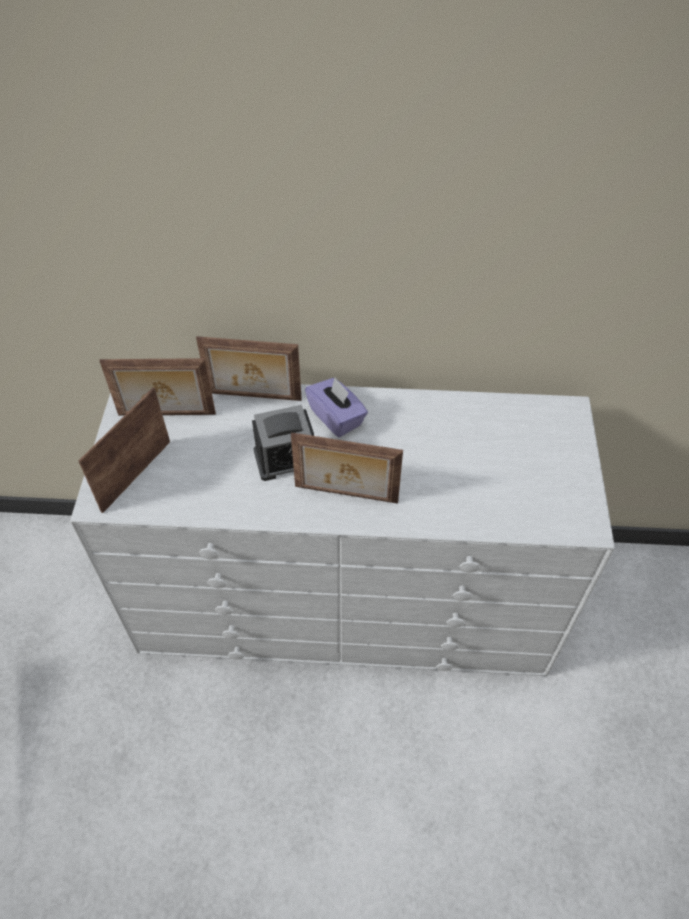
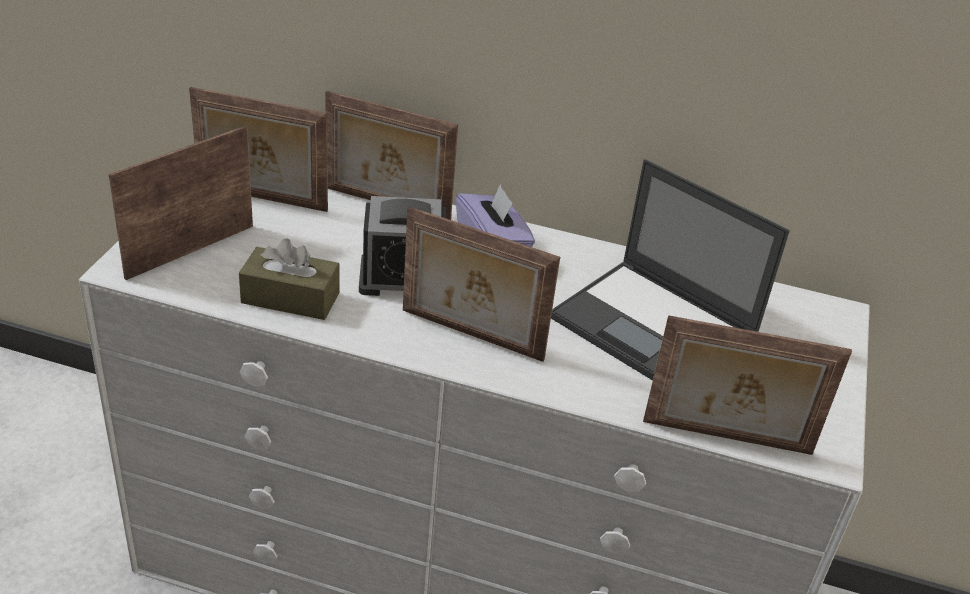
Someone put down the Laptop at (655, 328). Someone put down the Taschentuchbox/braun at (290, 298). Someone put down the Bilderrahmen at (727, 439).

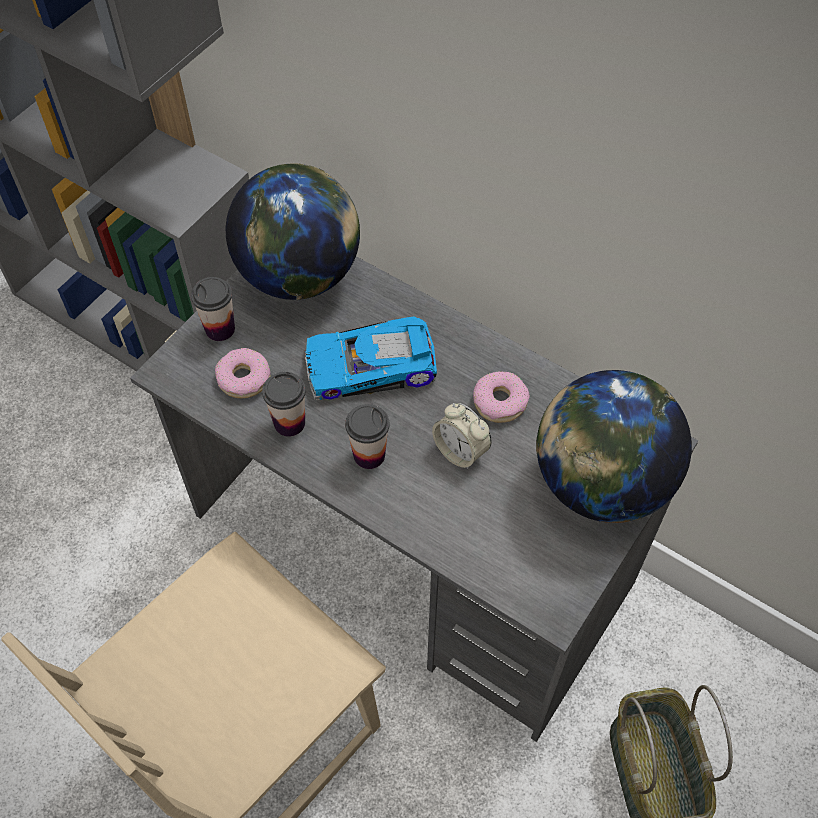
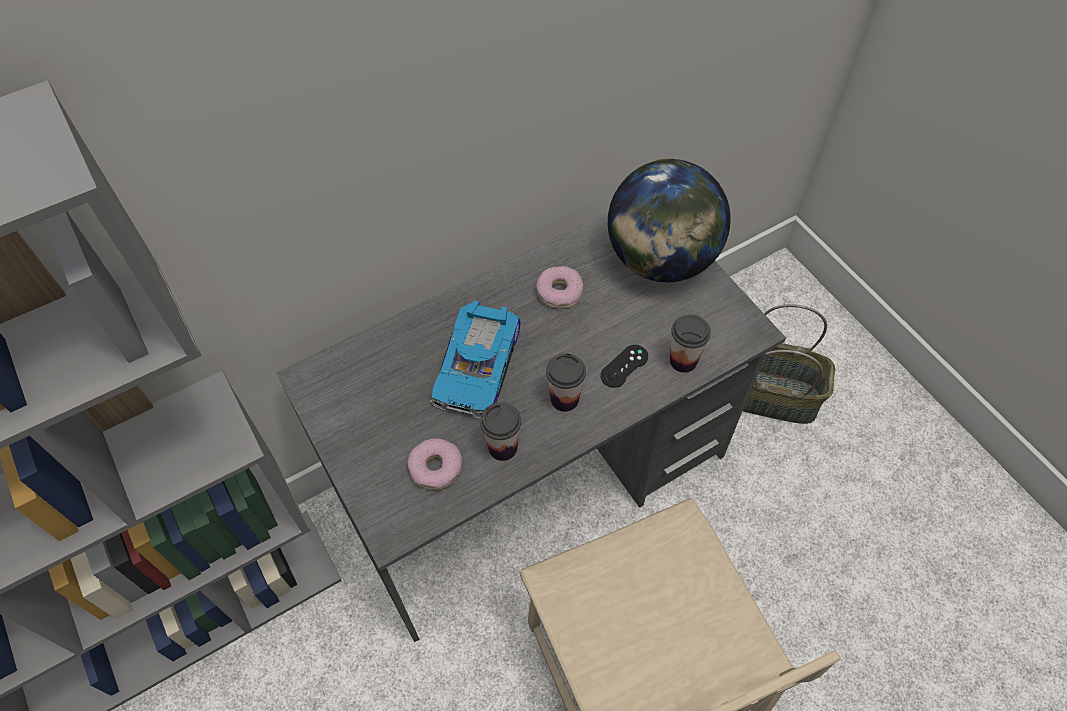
Someone took away the Globus at (299, 276). Someone carried the Tasse from (220, 329) to (683, 360). Someone took away the Wecker at (460, 451). Someone put down the Gamepad/schwarz at (624, 366).

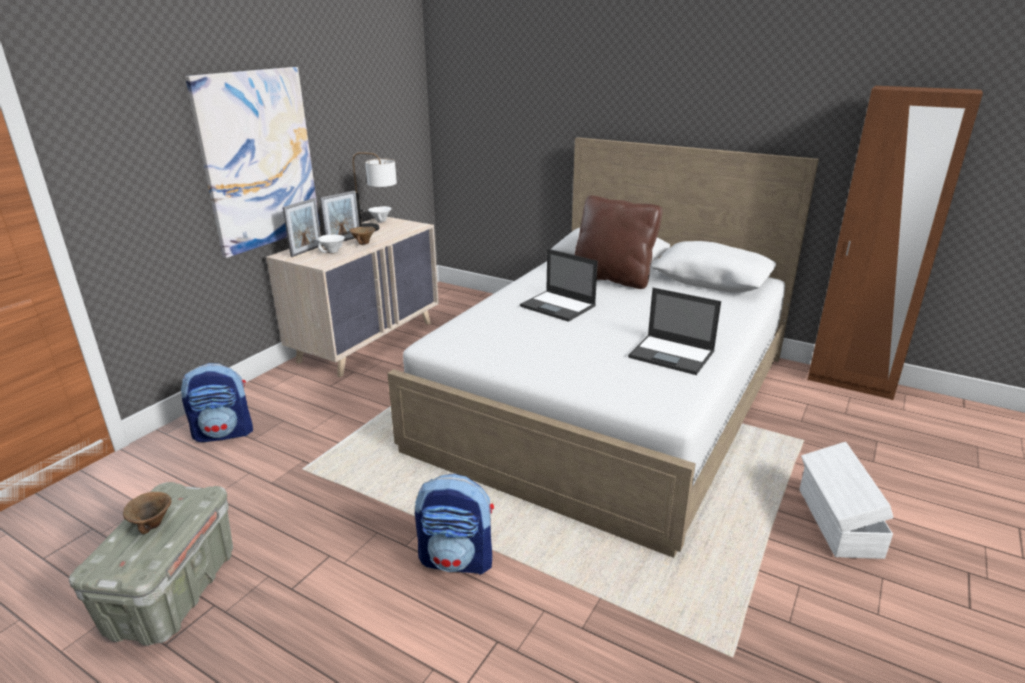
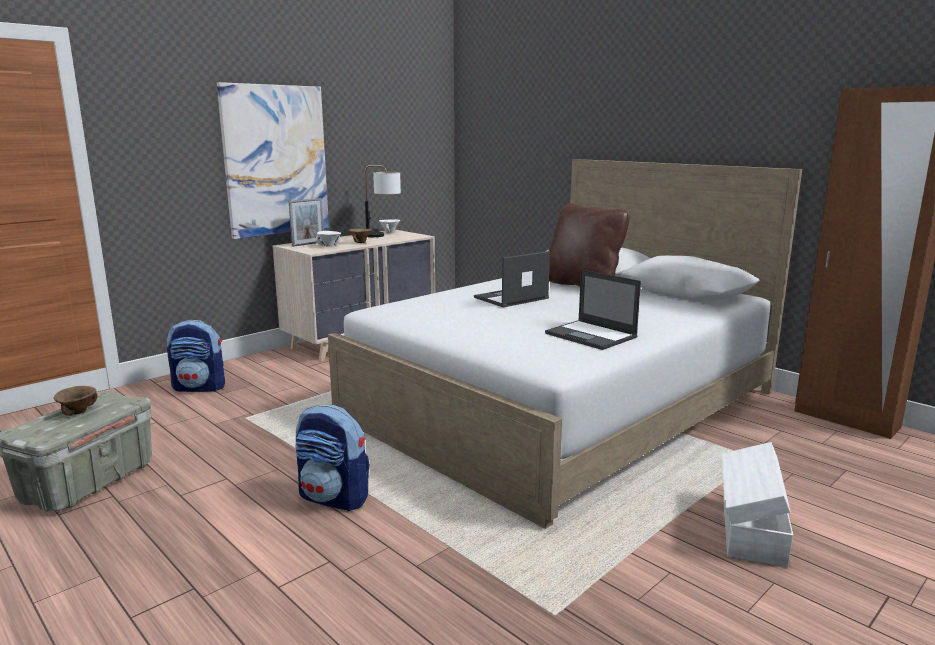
Someone took away the Bilderrahmen at (343, 240). Someone rotated the Laptop at (558, 306) by 90 degrees clockwise.

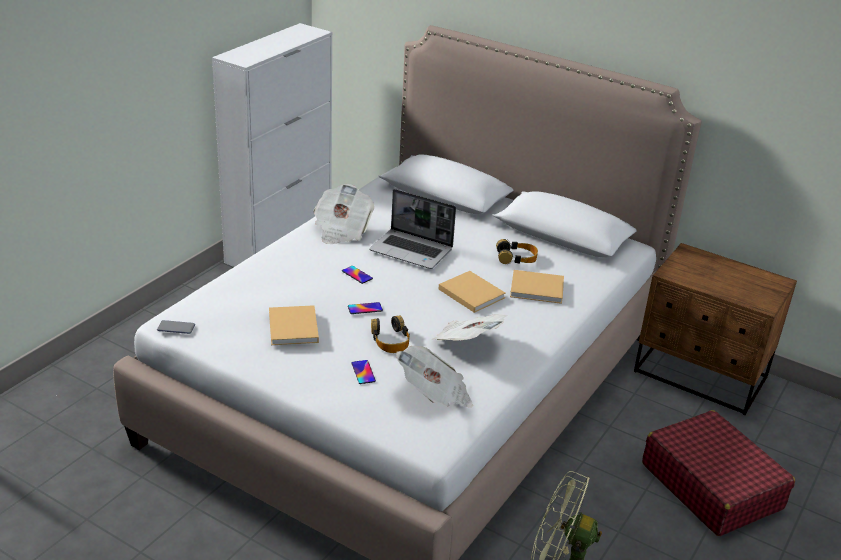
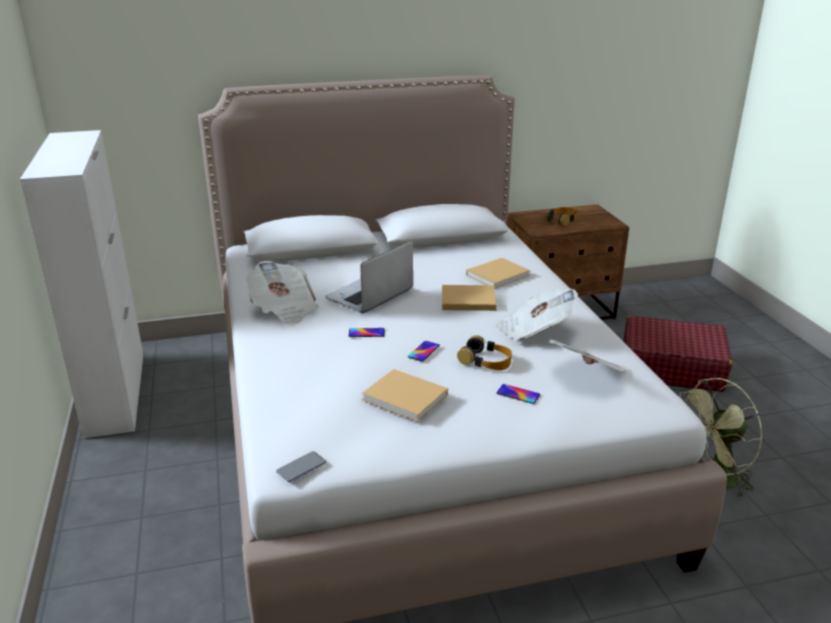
Someone rotated the Laptop at (412, 250) by 150 degrees clockwise. Someone carried the Kopfhörer from (516, 258) to (561, 220).

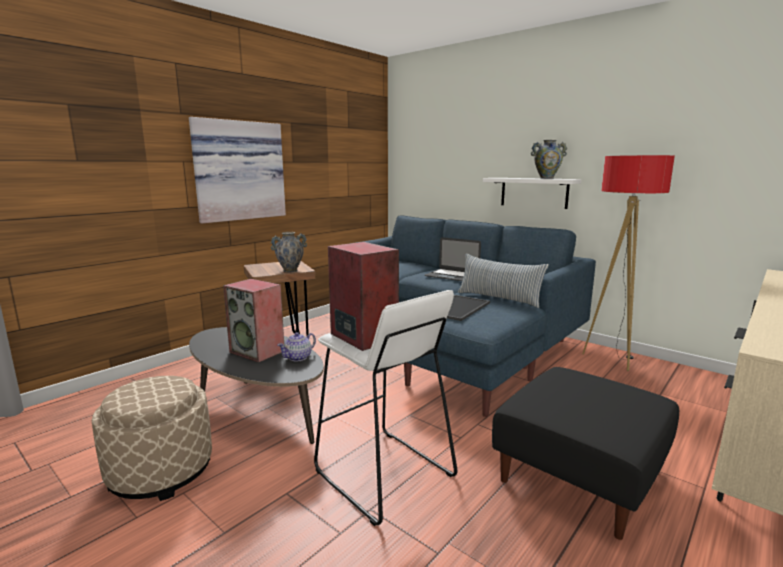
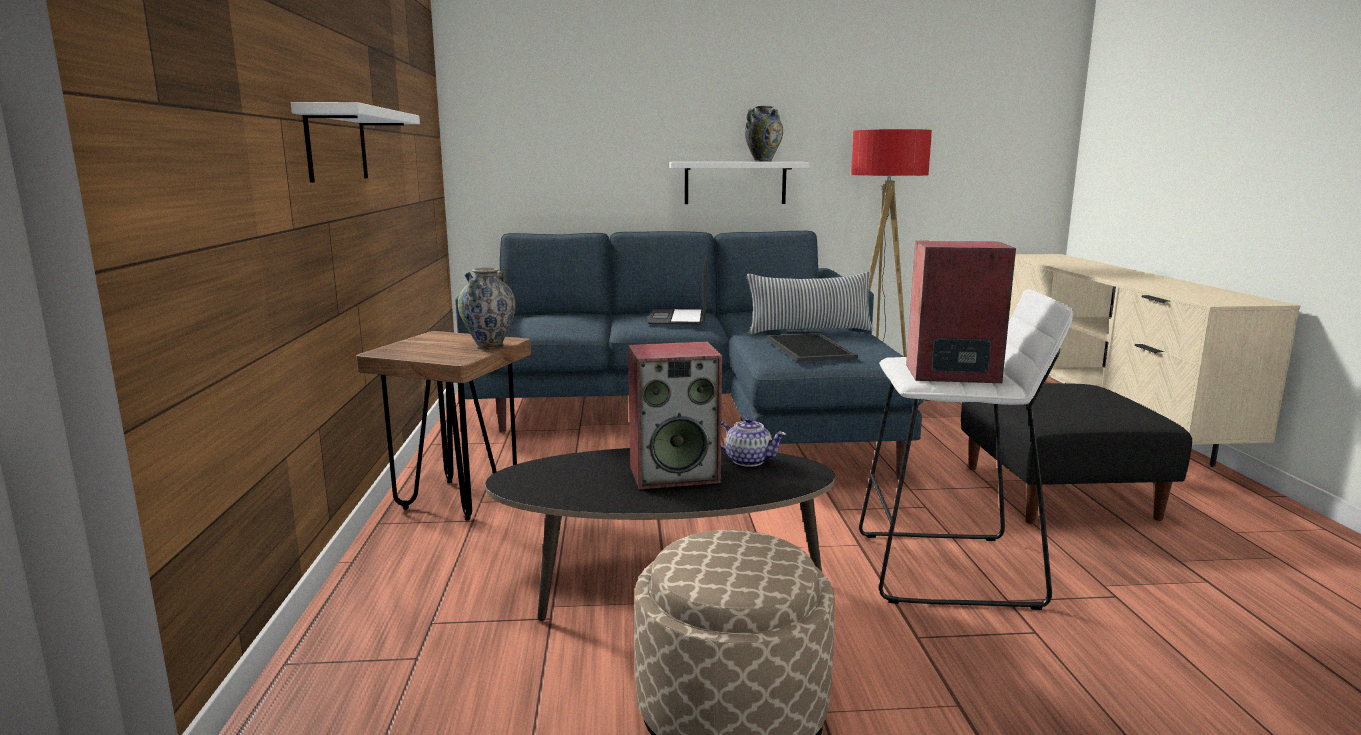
Someone swapped the Bild at (238, 171) for the Wandregal/weiß at (337, 145). Someone rotated the Laptop at (452, 275) by 105 degrees clockwise. Someone rotated the Teekanne at (298, 357) by 60 degrees counterclockwise.

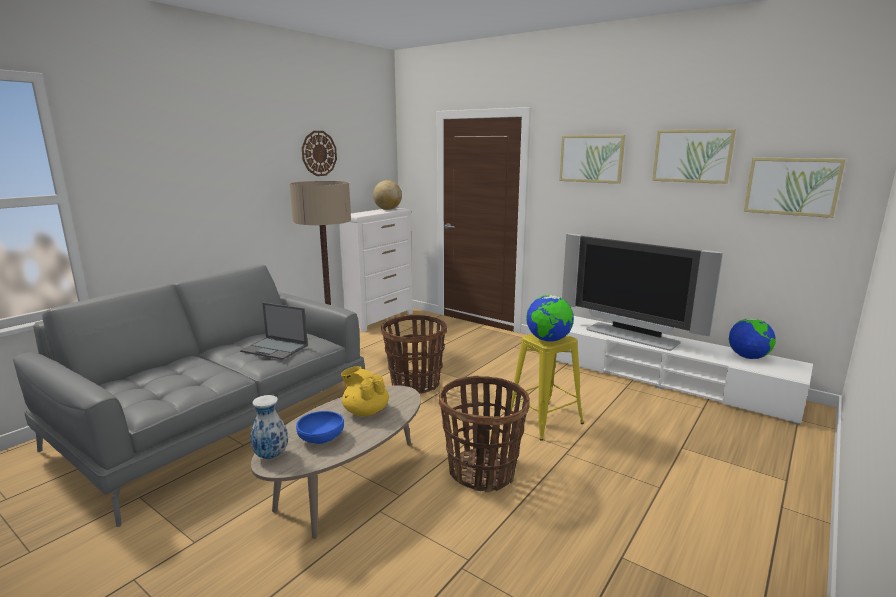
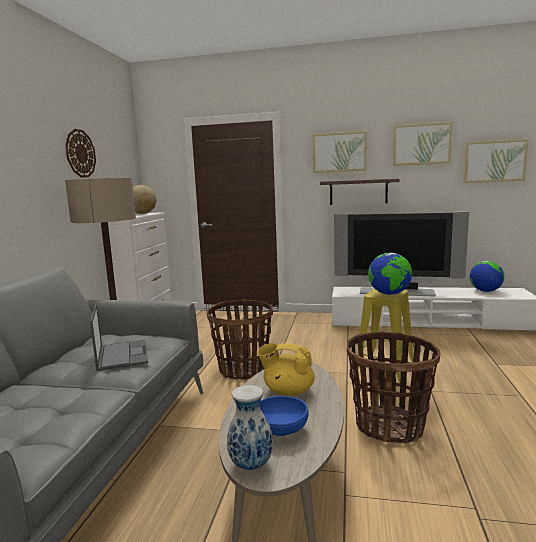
Someone rotated the Laptop at (275, 348) by 105 degrees counterclockwise. Someone put up the Wandregal at (358, 192).

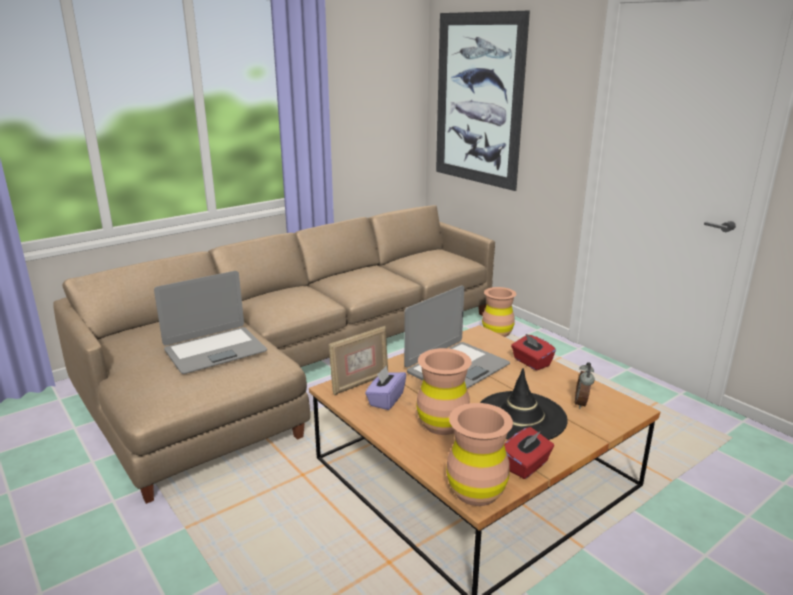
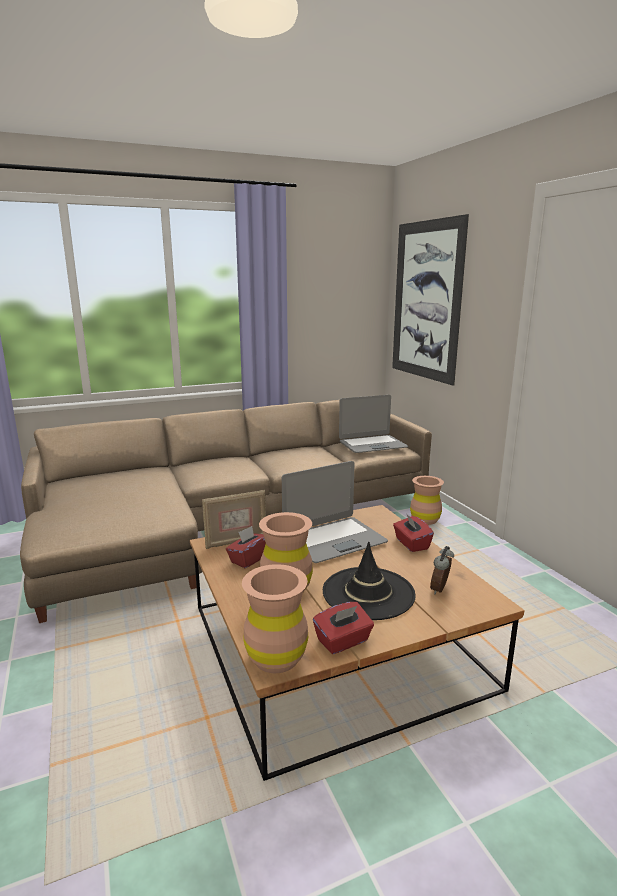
Someone carried the Laptop from (215, 351) to (372, 445). Someone repainted the Taschentuchbox/lila at (386, 400), which became the Taschentuchbox/rot at (249, 559).

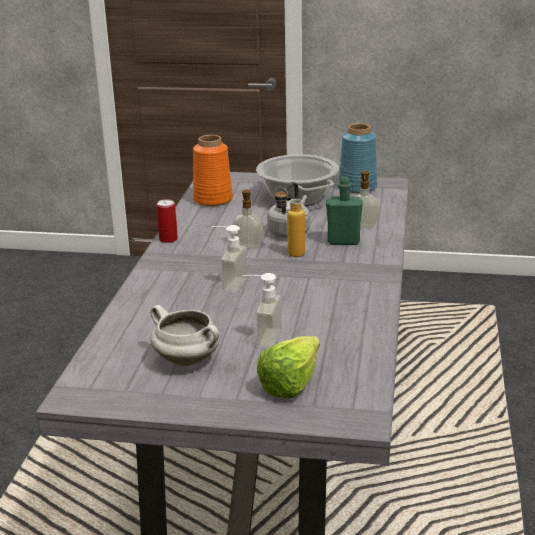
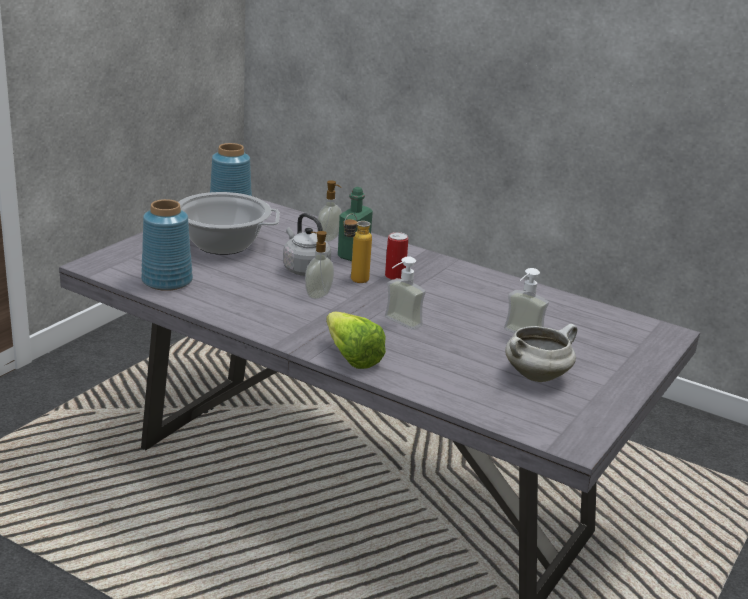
Someone repainted the Vase/orange at (213, 200), which became the Vase/blau at (168, 281). Someone carried the Dose from (168, 239) to (395, 276). Someone carried the Salatkopf from (296, 382) to (350, 355).

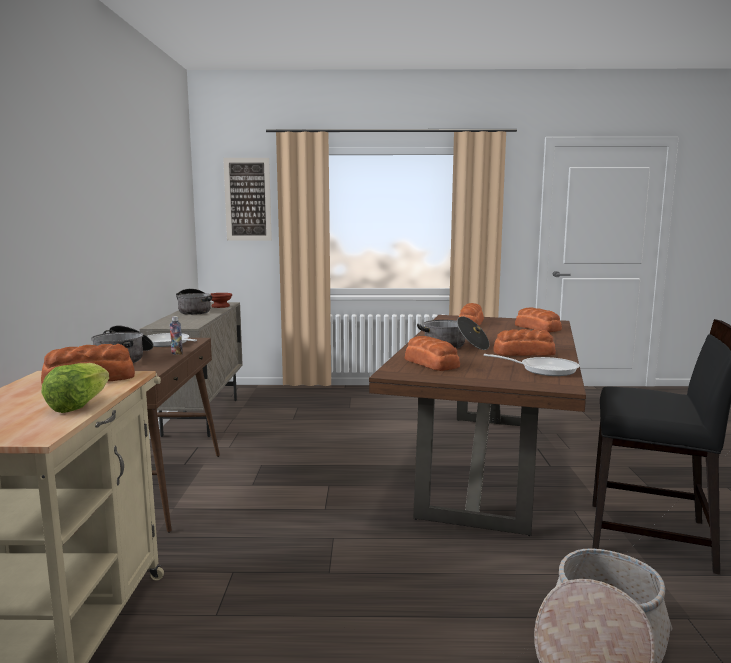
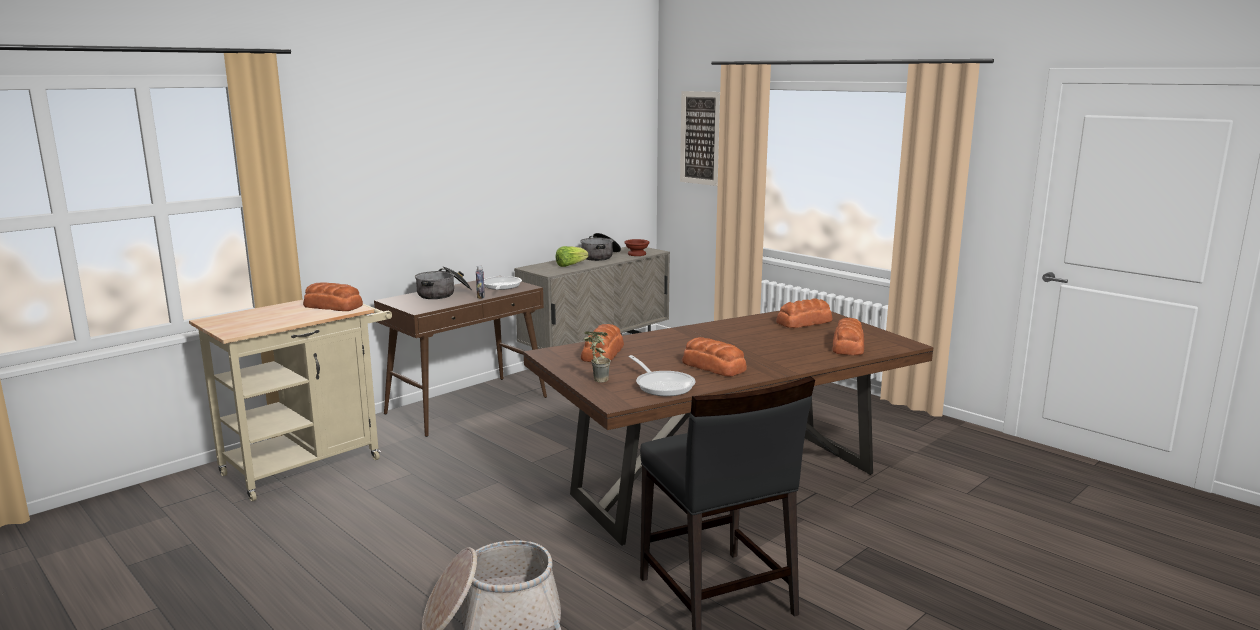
Someone took away the Kochtopf at (454, 346). Someone carried the Salatkopf from (78, 405) to (570, 265). Someone put down the Topfpflanze at (596, 380).

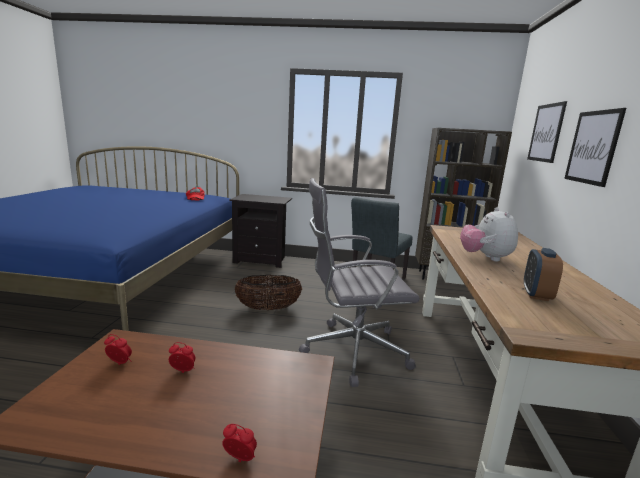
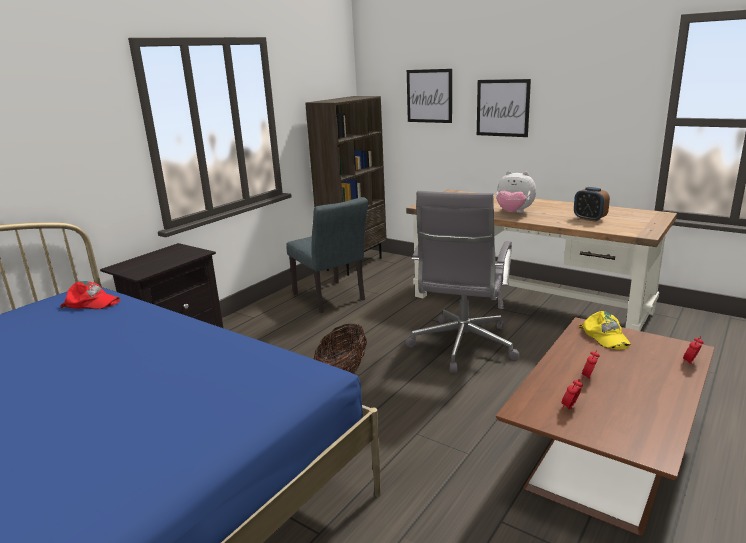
Someone put down the Kappe/gelb at (605, 336).

